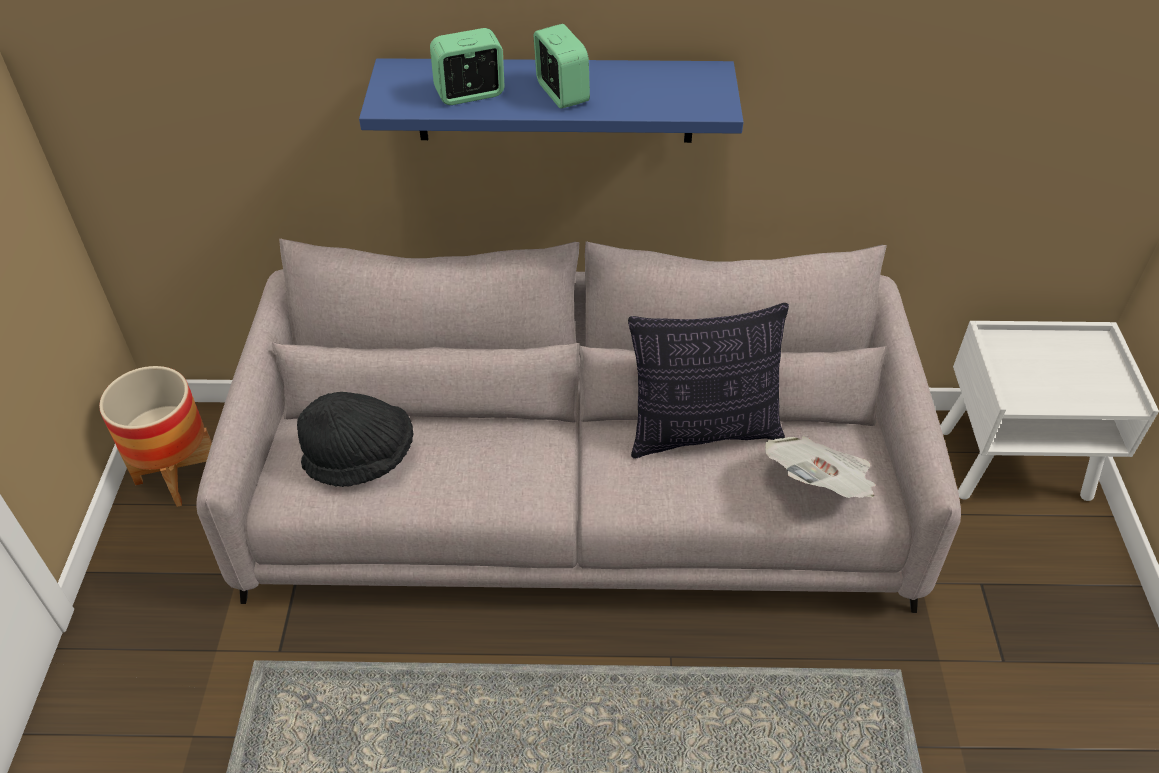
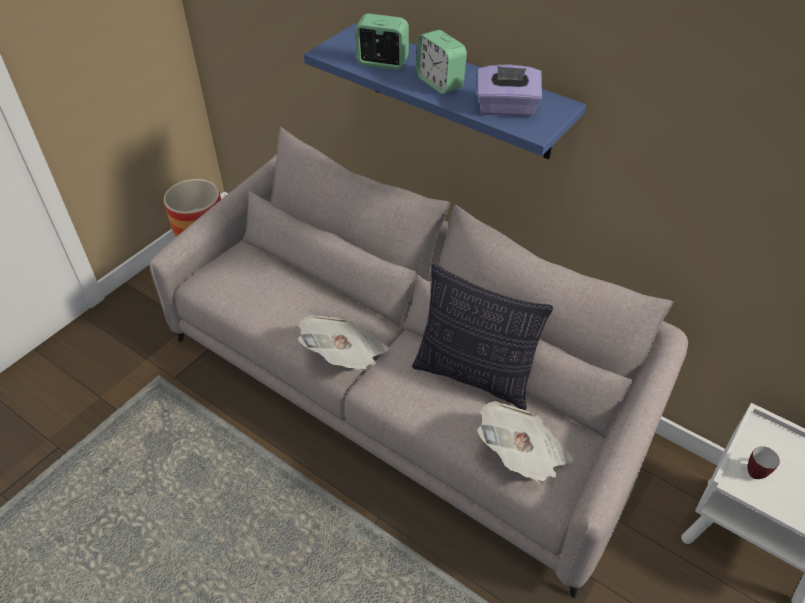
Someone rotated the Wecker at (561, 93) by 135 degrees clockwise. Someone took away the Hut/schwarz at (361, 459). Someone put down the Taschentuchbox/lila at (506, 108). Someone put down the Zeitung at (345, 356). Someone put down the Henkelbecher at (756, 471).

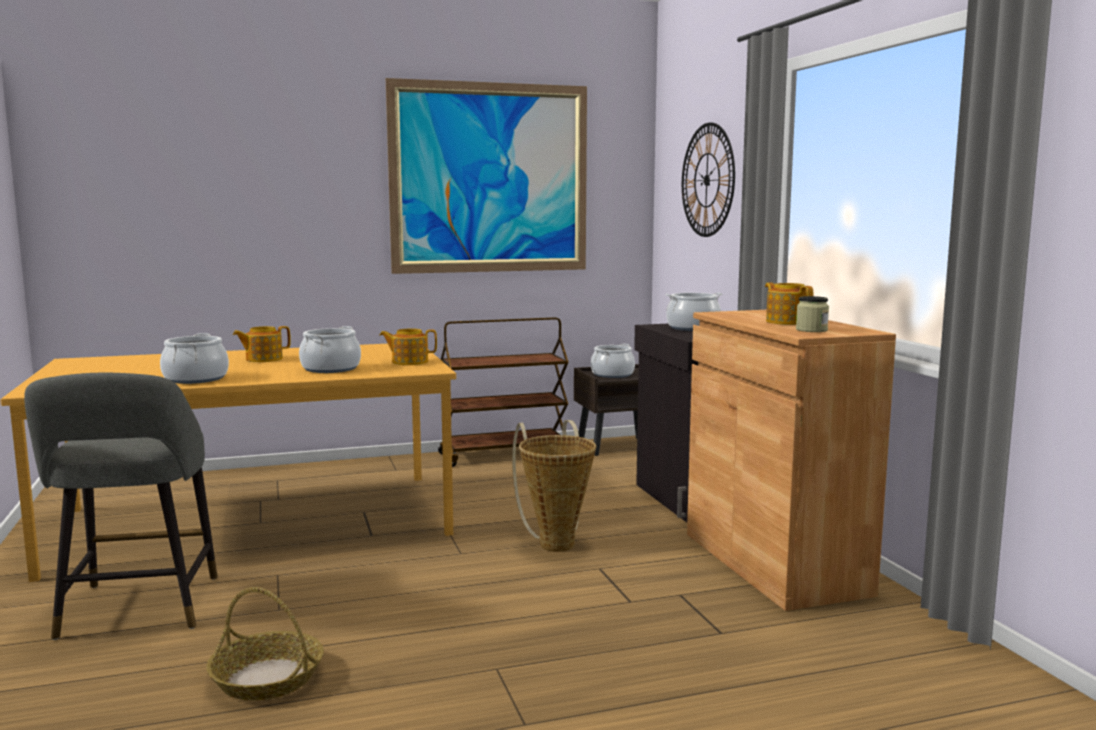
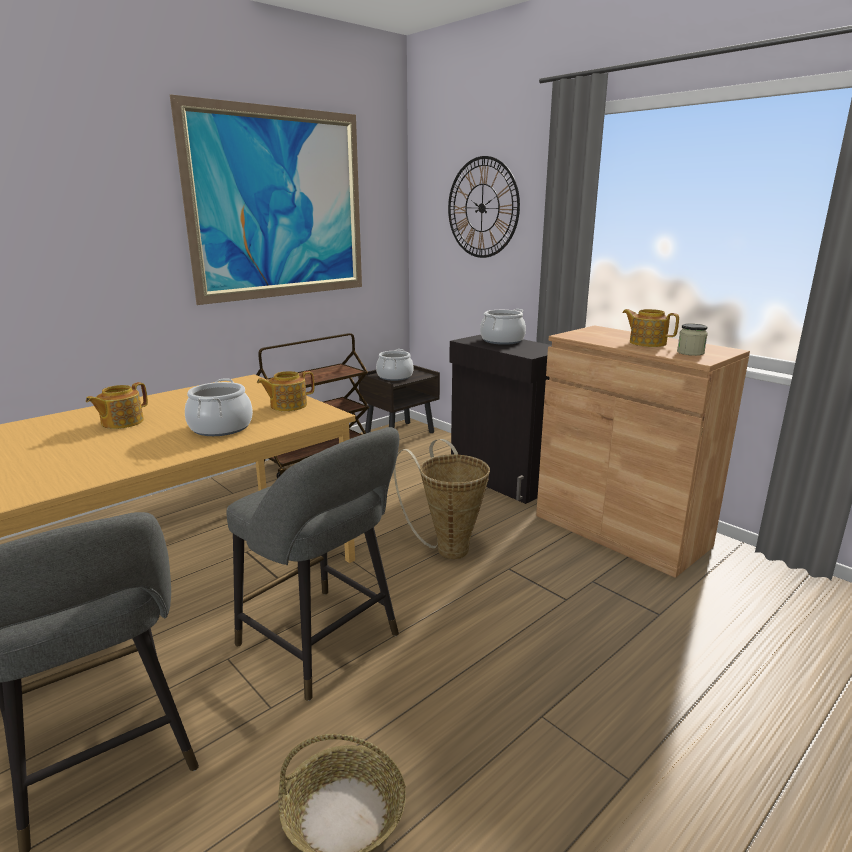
Someone took away the Kochtopf at (195, 379). Someone put down the Hocker/grau at (324, 644).

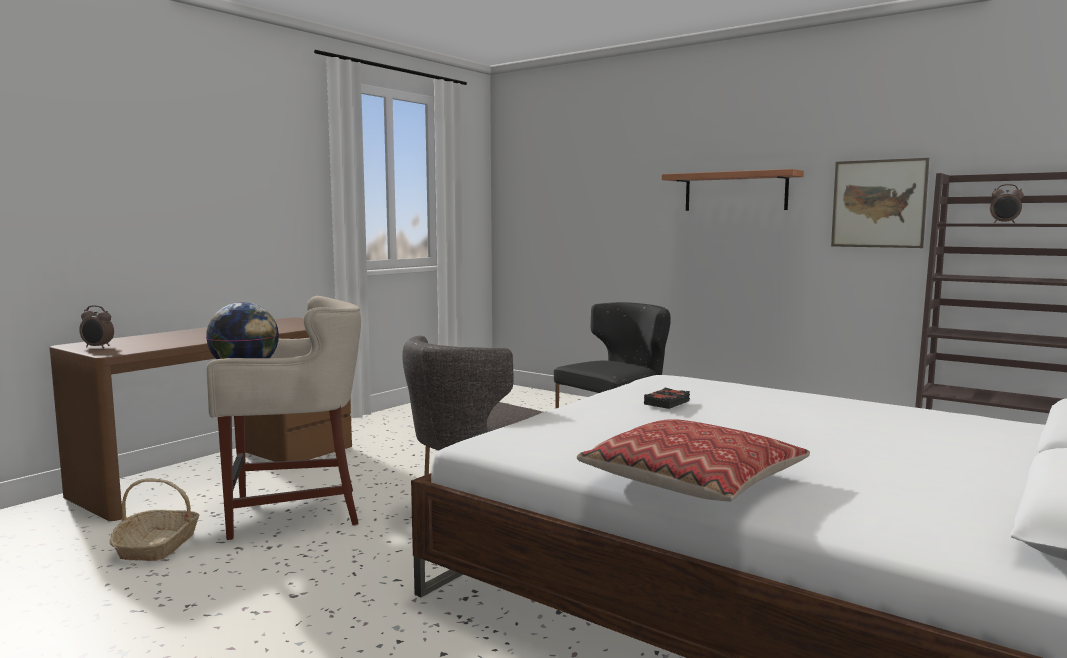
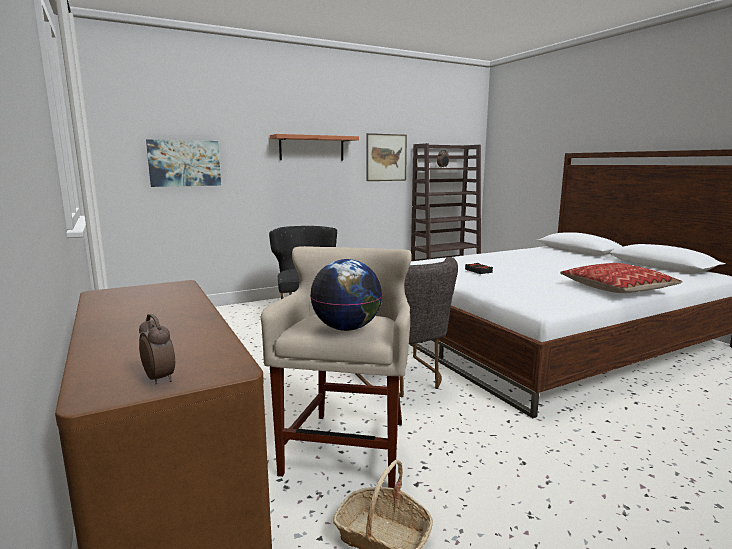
Someone rotated the Wecker at (97, 347) by 75 degrees counterclockwise. Someone put up the Bild at (184, 163).

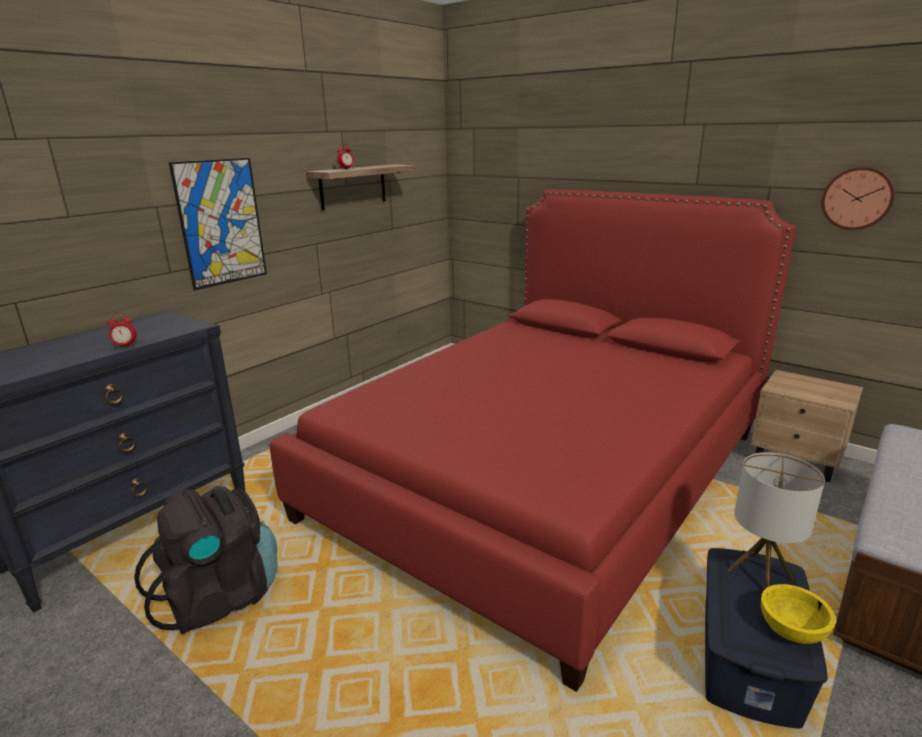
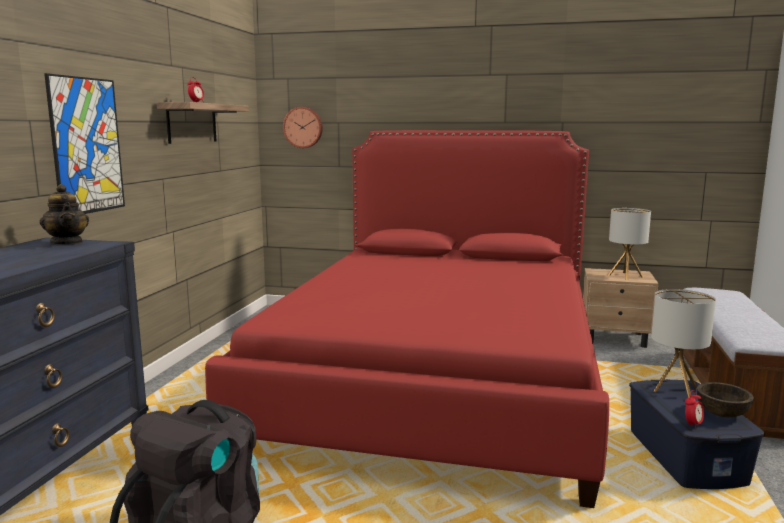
Someone carried the Wanduhr from (857, 198) to (303, 127). Someone carried the Wecker from (125, 346) to (692, 425). Someone repainted the Schüssel/gelb at (791, 630), which became the Schüssel/braun at (722, 413). Someone put down the Teekanne at (67, 242). Someone put down the Tischlampe at (625, 276).

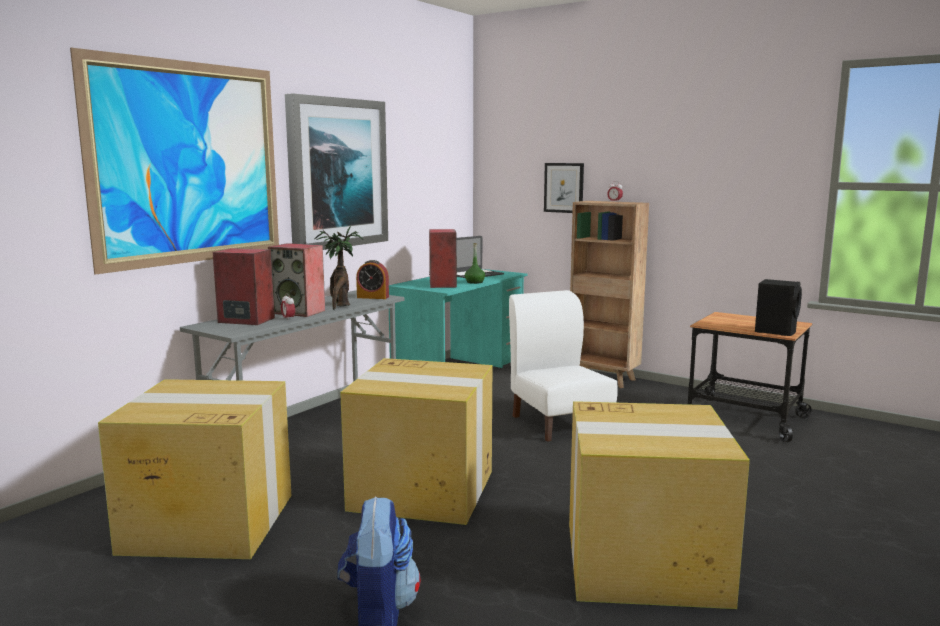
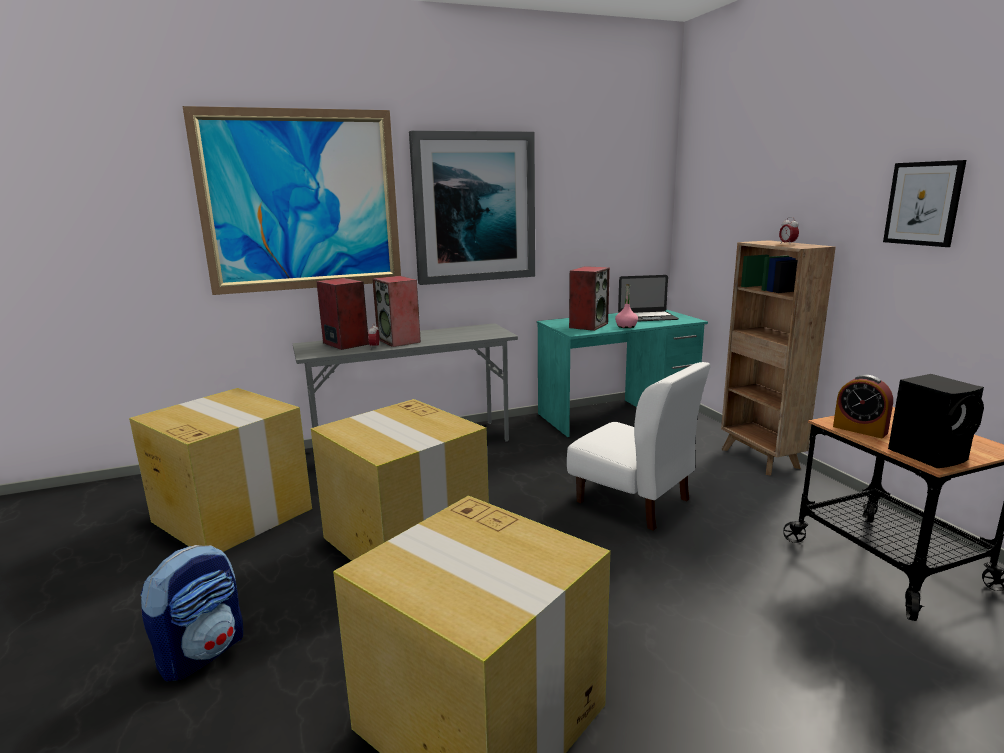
Someone carried the Bild from (564, 187) to (923, 203). Someone took away the Topfpflanze at (340, 306). Someone repainted the Flasche/grün at (474, 282), which became the Flasche/rosa at (626, 326). Someone carried the Wecker from (373, 297) to (860, 430). Someone rotated the Stuhl/weiß at (558, 423) by 120 degrees clockwise.

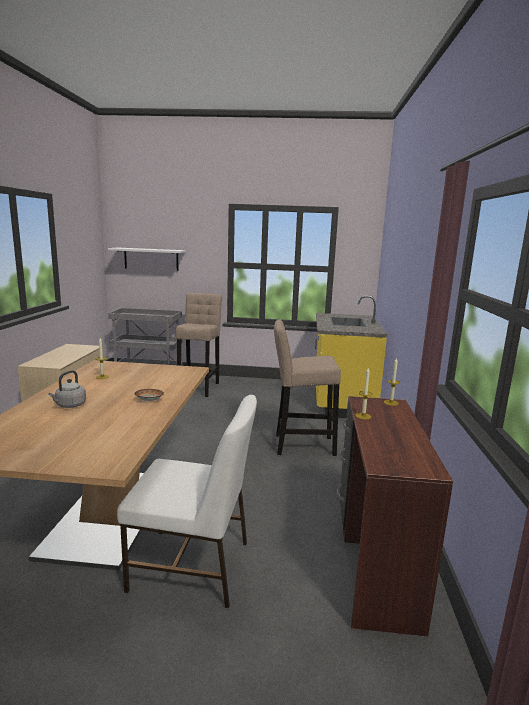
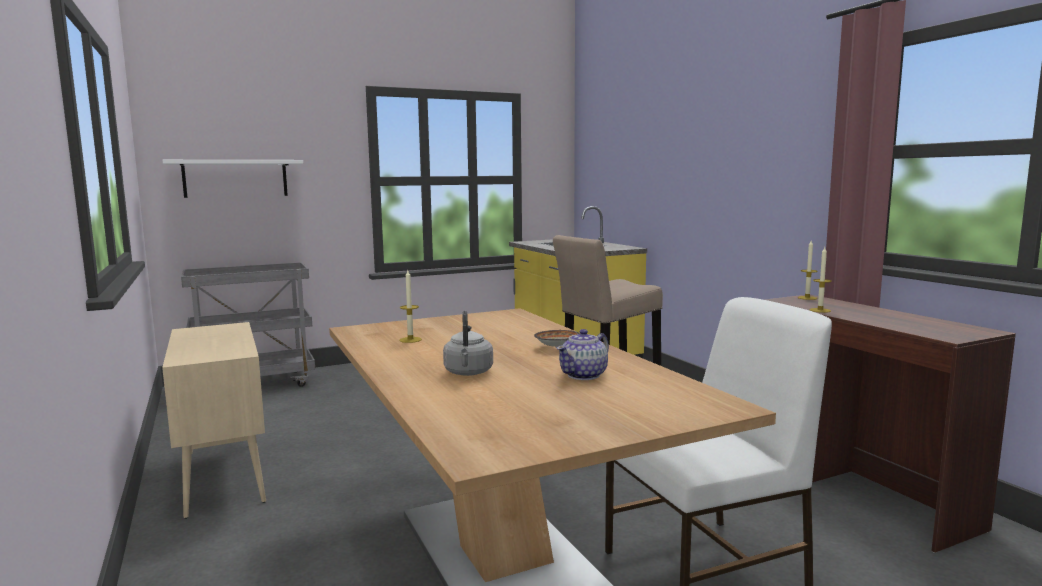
Someone took away the Hocker/beige at (199, 387). Someone put down the Teekanne at (584, 375).

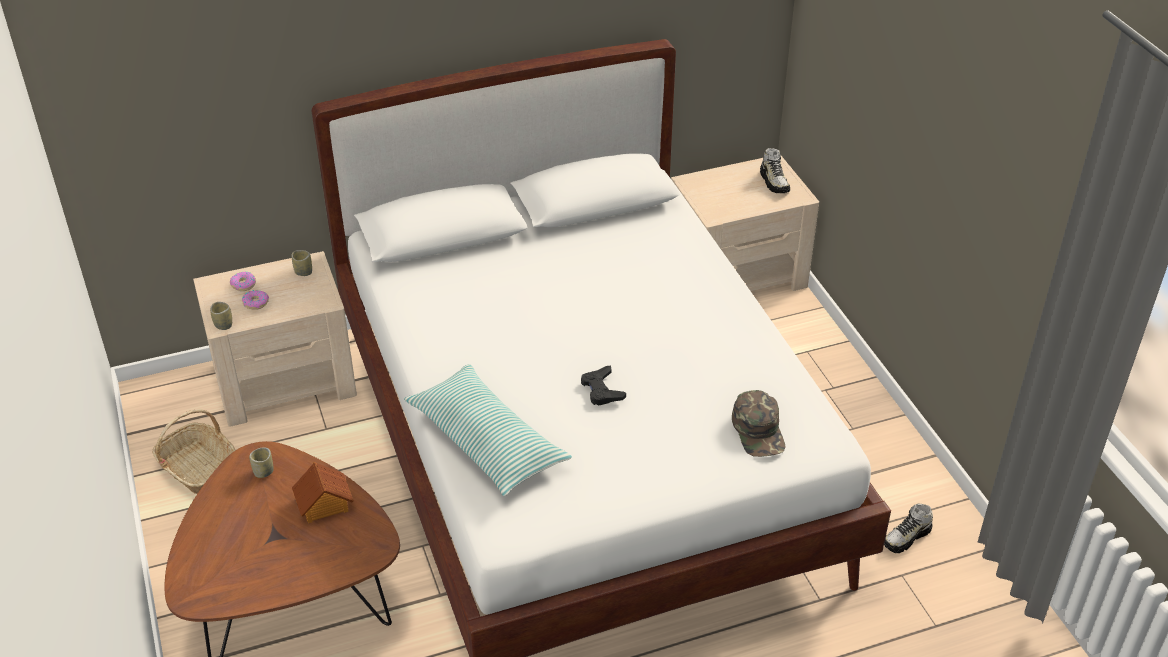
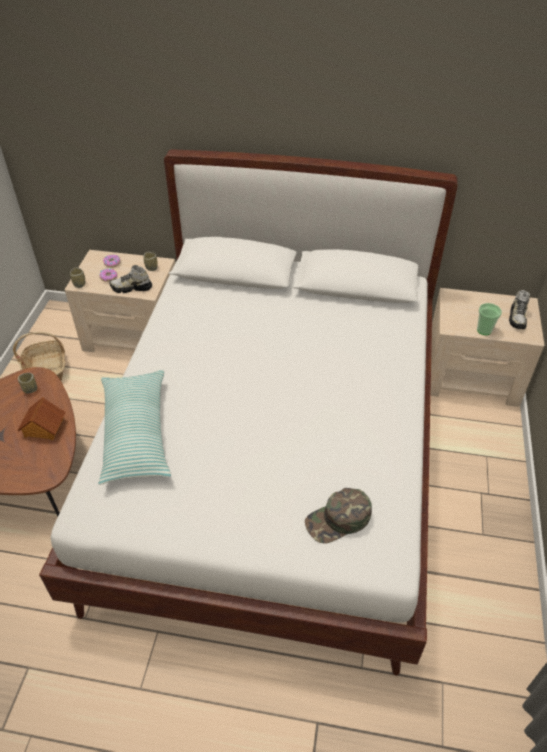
Someone took away the Gamepad/schwarz at (602, 390). Someone rotated the Kappe/grün at (759, 430) by 45 degrees clockwise. Someone carried the Schuh from (906, 538) to (131, 288). Someone put down the Tasse at (484, 330).

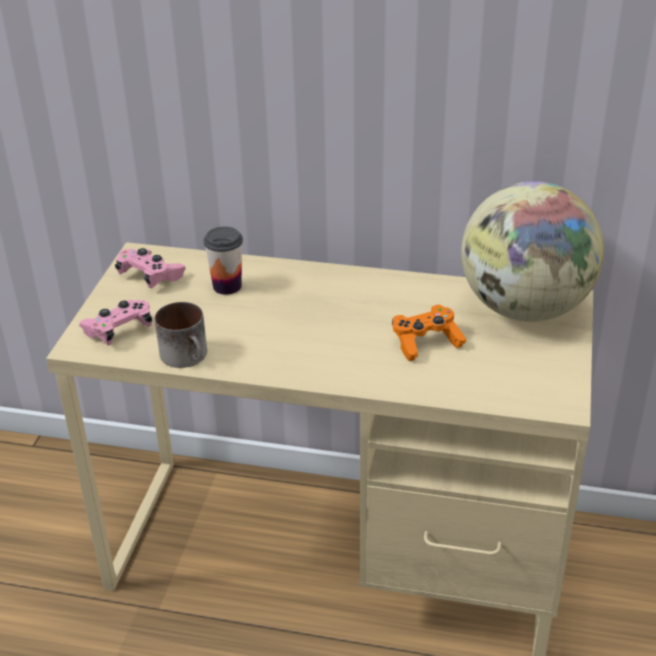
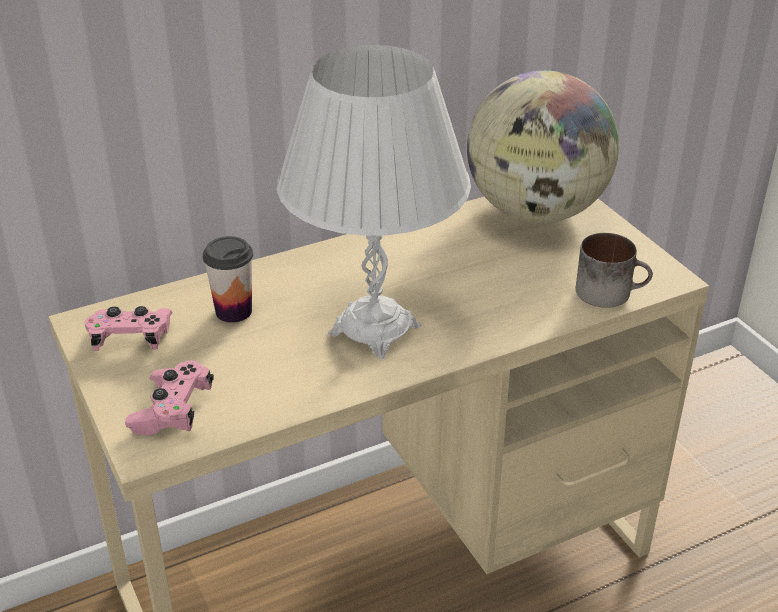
Someone carried the Henkelbecher from (188, 356) to (610, 291). Someone took away the Gamepad/orange at (426, 342). Someone put down the Tischlampe/weiß at (374, 330).

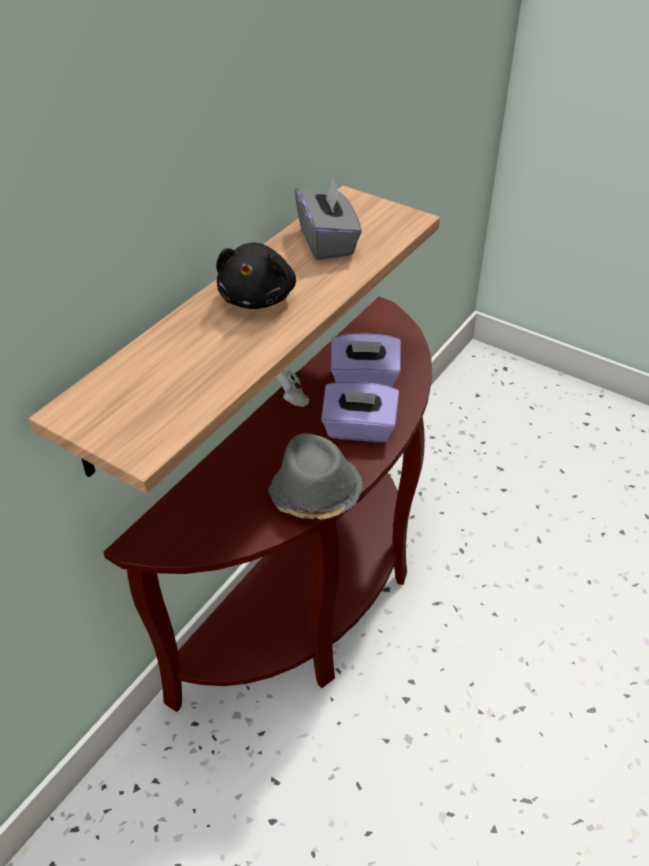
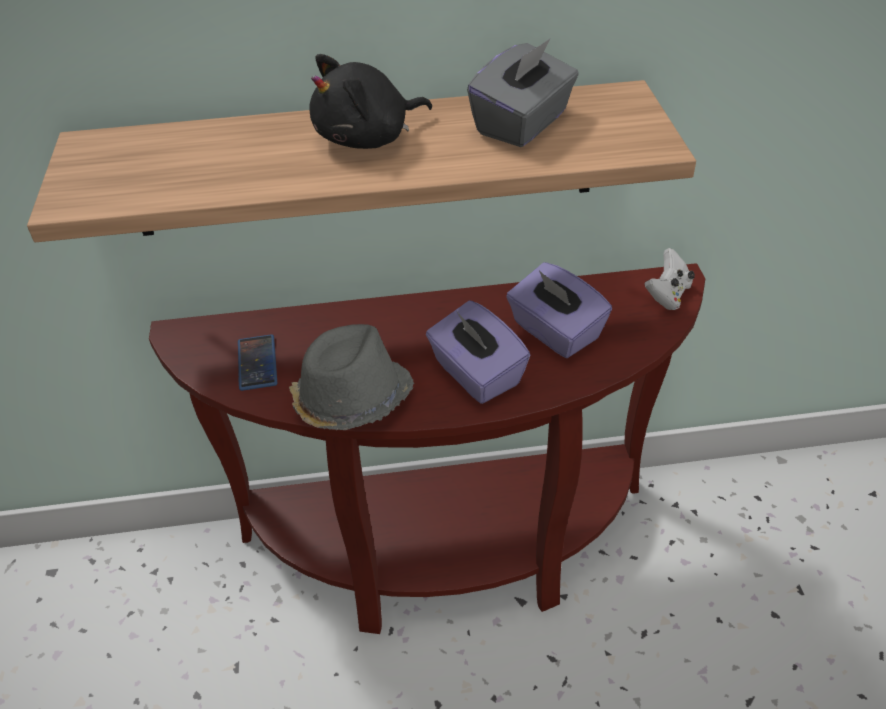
Someone carried the Gamepad/weiß from (291, 397) to (667, 295). Someone put down the Handy at (257, 363).

